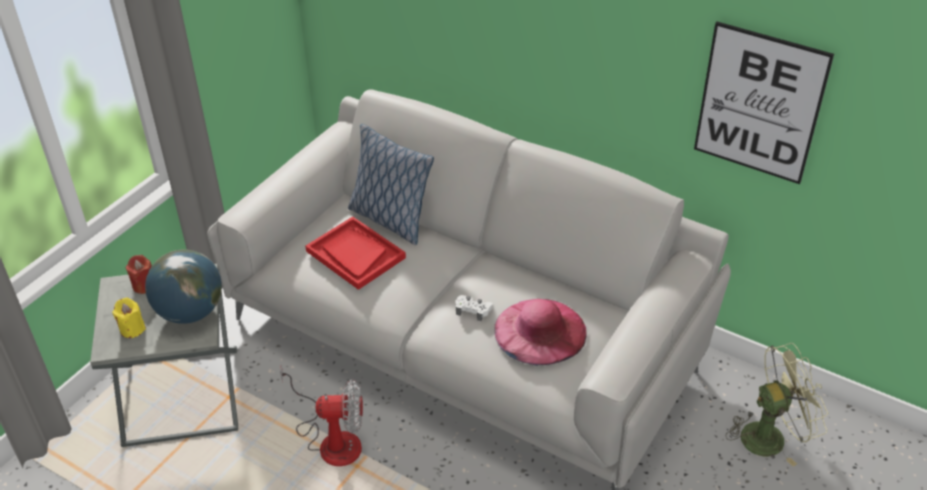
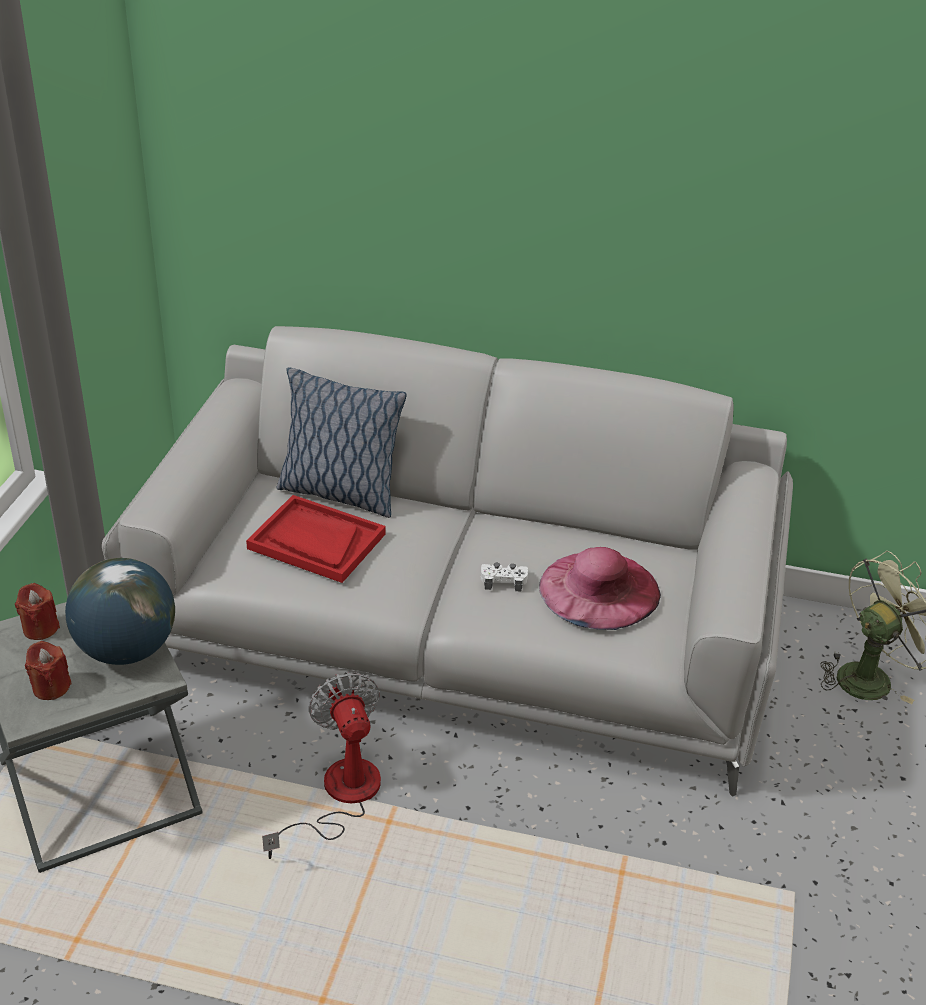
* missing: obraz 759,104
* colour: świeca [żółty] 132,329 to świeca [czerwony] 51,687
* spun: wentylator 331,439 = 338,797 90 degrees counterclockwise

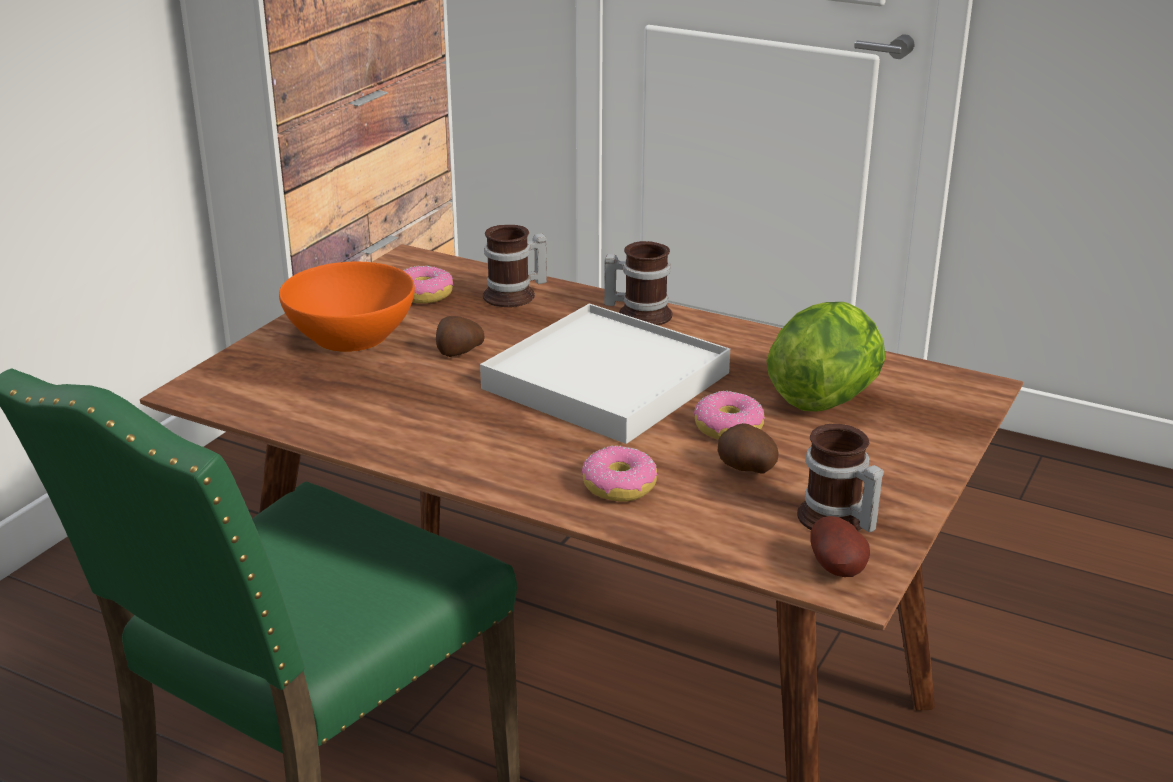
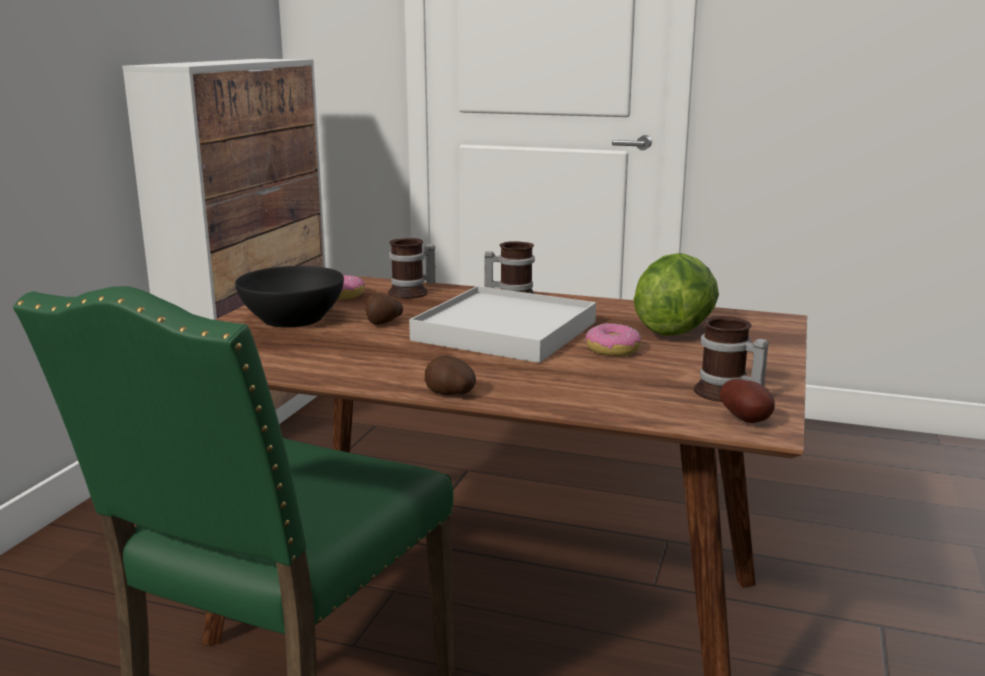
* missing: donut 618,486
* relocated: ziemniak 746,469 to 449,394
* colour: miska [pomarańczowy] 351,335 to miska [czarny] 293,318

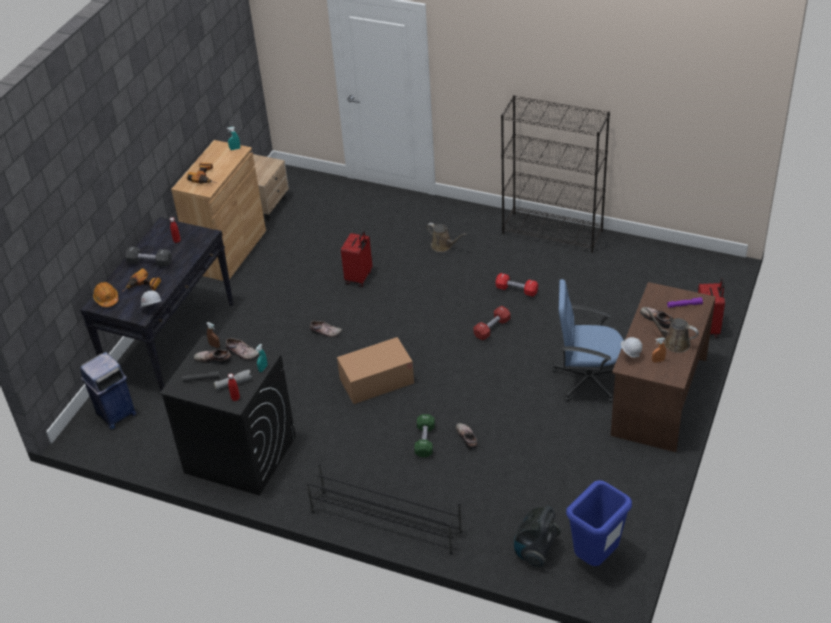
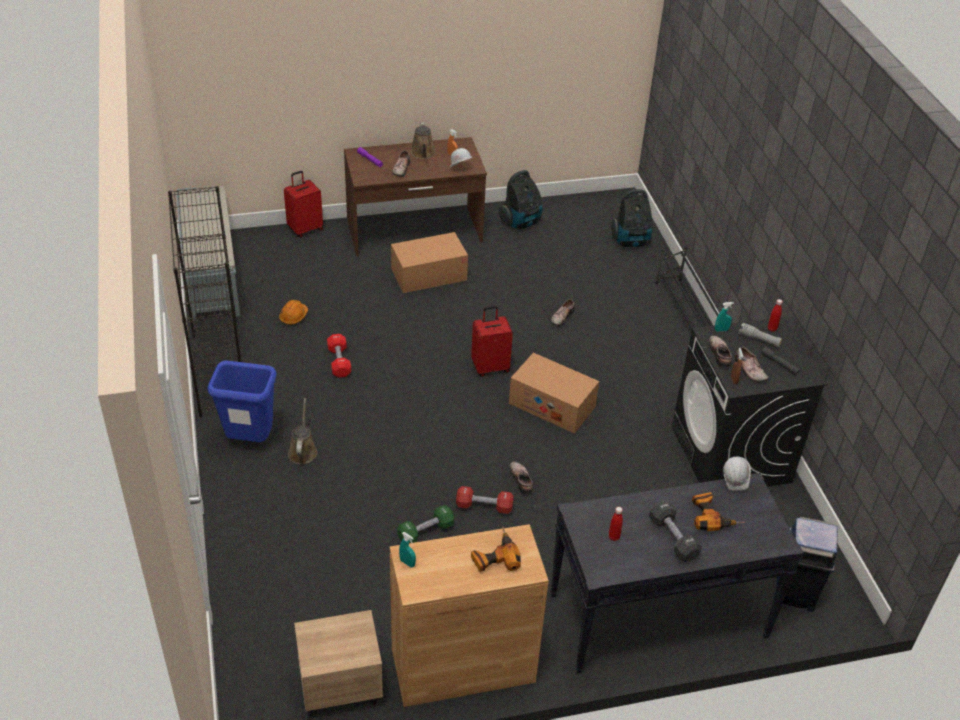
* appeared: ławka [szary] 211,274
* appeared: odkurzacz 521,222
* relocated: kask [pomarańczowy] 106,299 to 293,316
* relocated: walizka [czerwony] 359,278 to 490,367
* relocated: hantel [zielony] 425,441 to 425,531
* relocated: hantel [czerwony] 492,328 to 484,506
* relocated: kosz na śmieci [niebieski] 595,558 to 251,441
* exchanged: krzesło biurowe [niebieski] 587,379 to karton 429,274

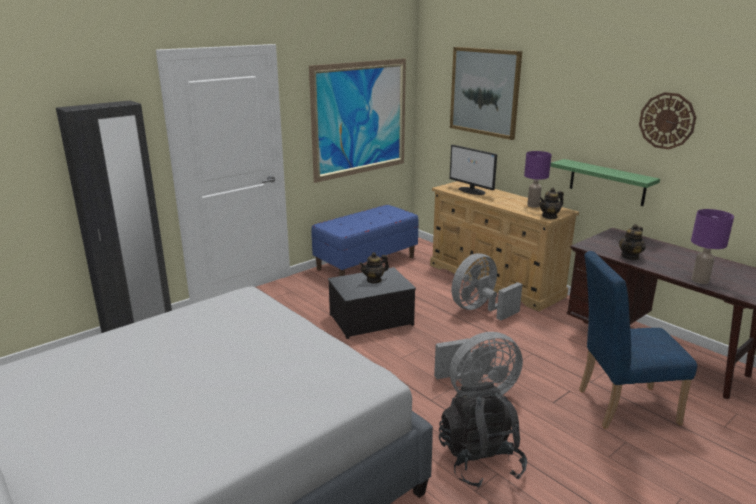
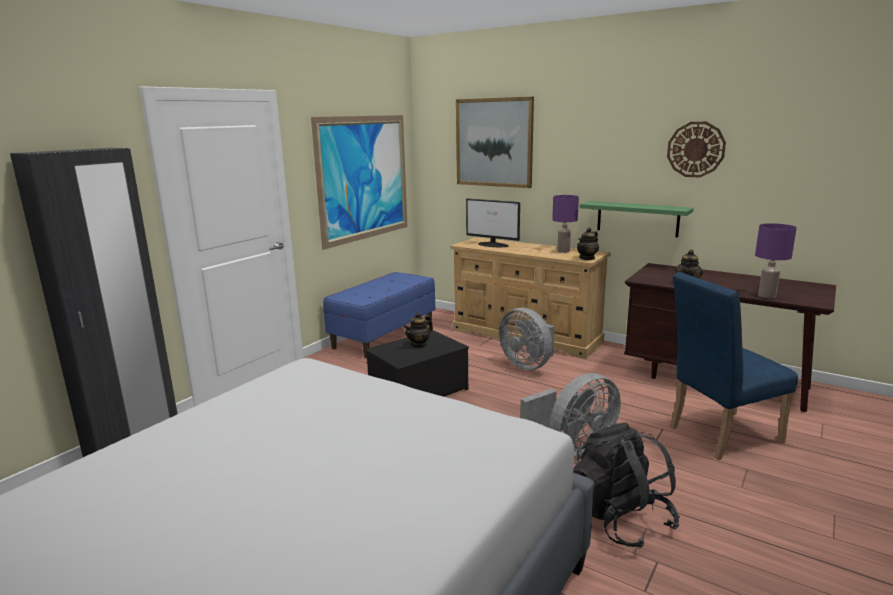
* spun: wentylator [szary] 480,310 = 528,365 75 degrees counterclockwise

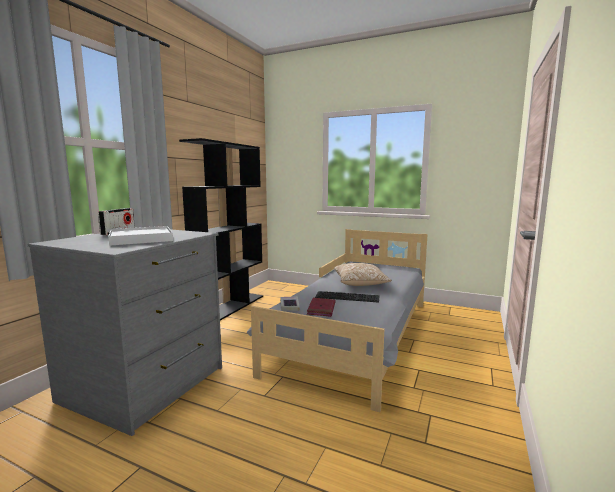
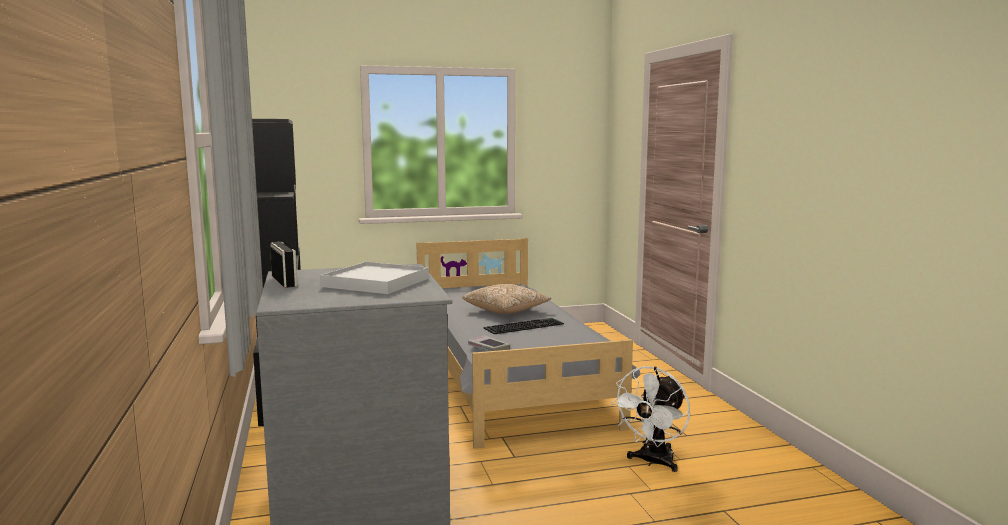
* missing: książka [czerwony] 321,309
* appeared: wentylator [biały] 653,462

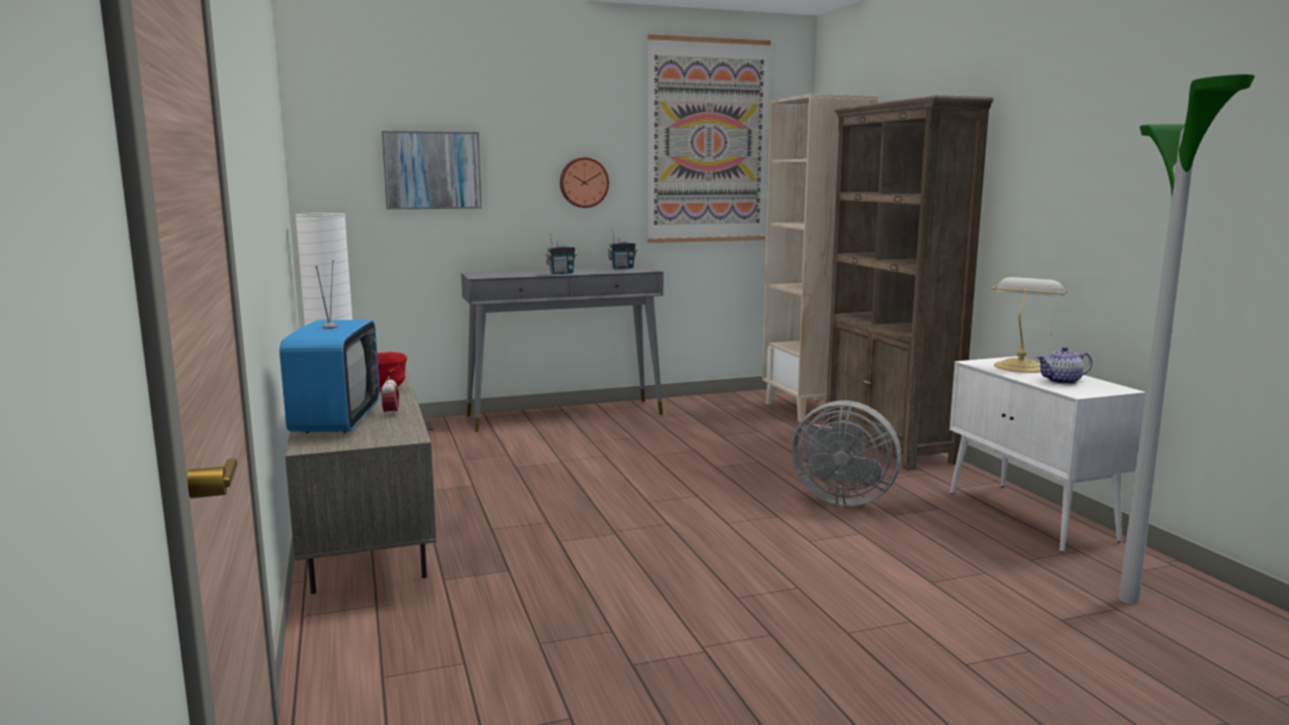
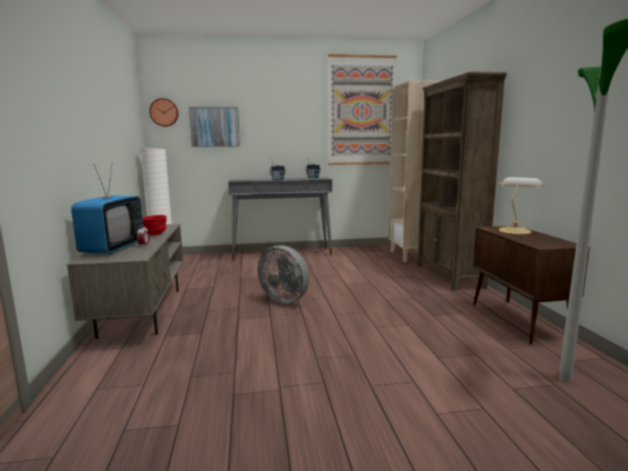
* missing: imbryk 1062,381
* relocated: zegar ścienny 583,182 to 164,112
* relocated: wentylator [szary] 841,499 to 286,299
* colour: szafka [biały] 1031,516 to szafka [brązowy] 518,321

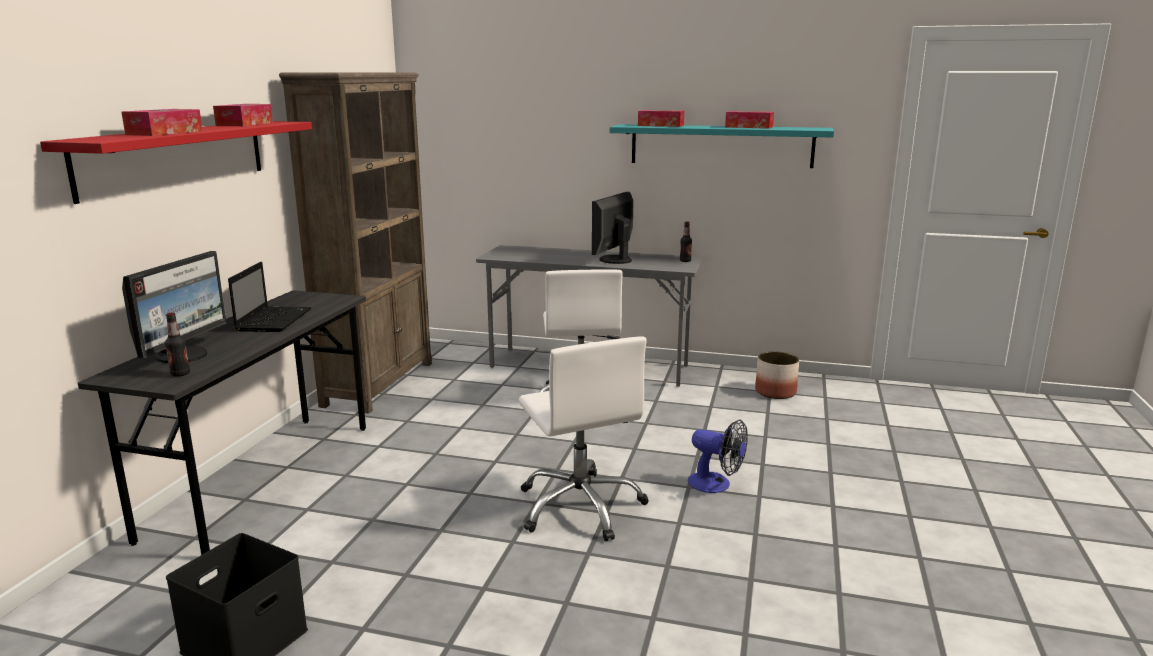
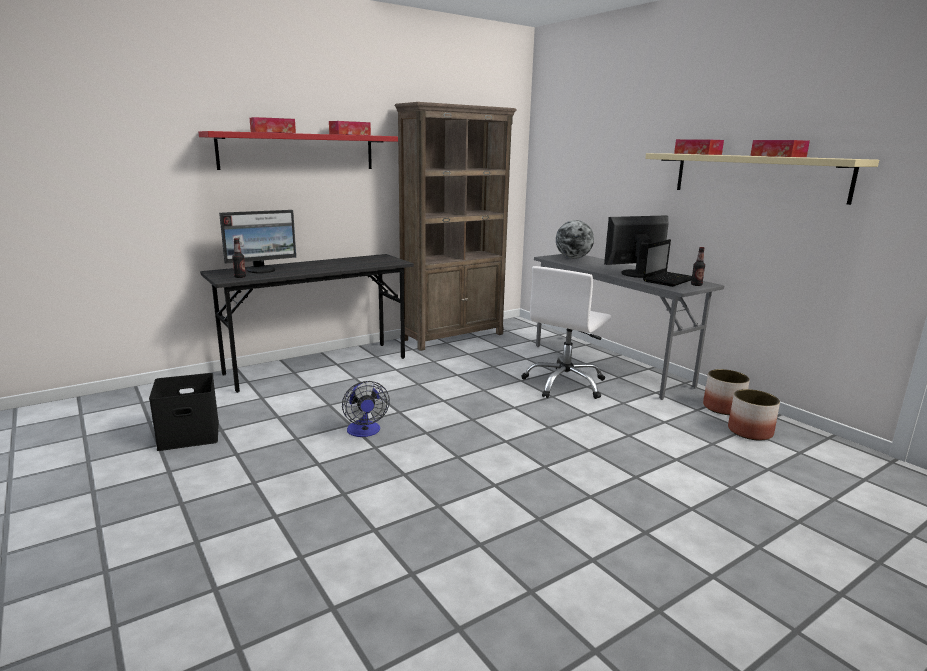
* missing: krzesło biurowe [biały] 581,506
* appeared: globus 573,258
* appeared: donica 723,408
* relocated: laptop 274,320 to 669,280
* relocated: wentylator 716,484 to 364,432
* colour: półka [turkusowy] 721,145 to półka [beżowy] 757,176

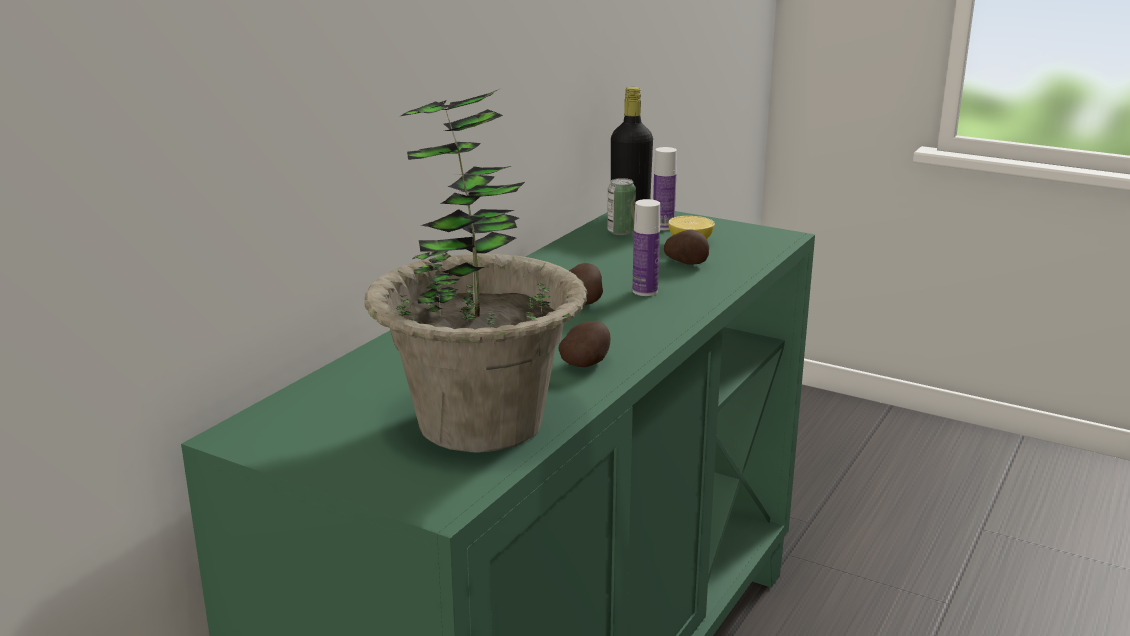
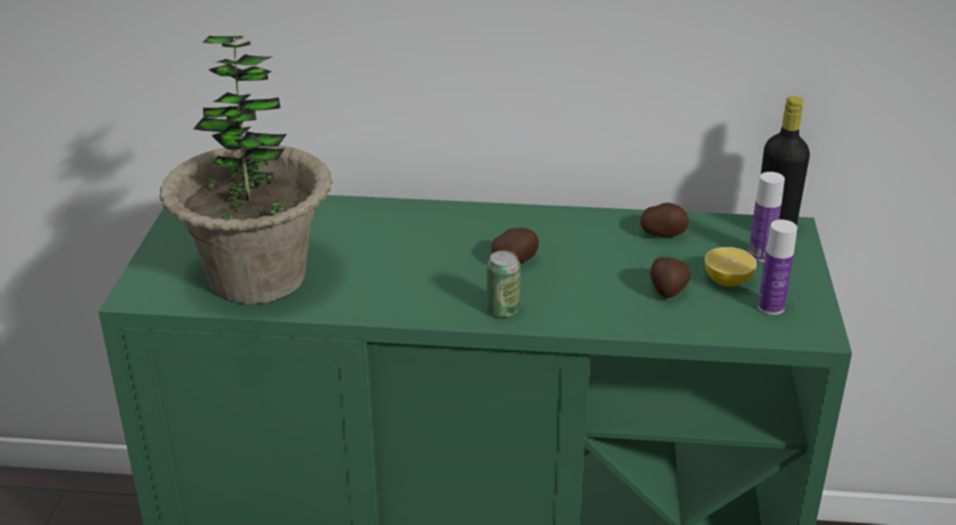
* relocated: ziemniak 587,364 to 663,234
* relocated: puszka 620,232 to 503,310
* relocated: butelka 645,291 to 770,307

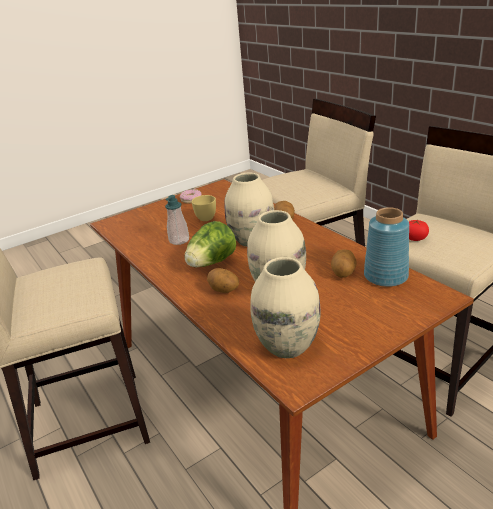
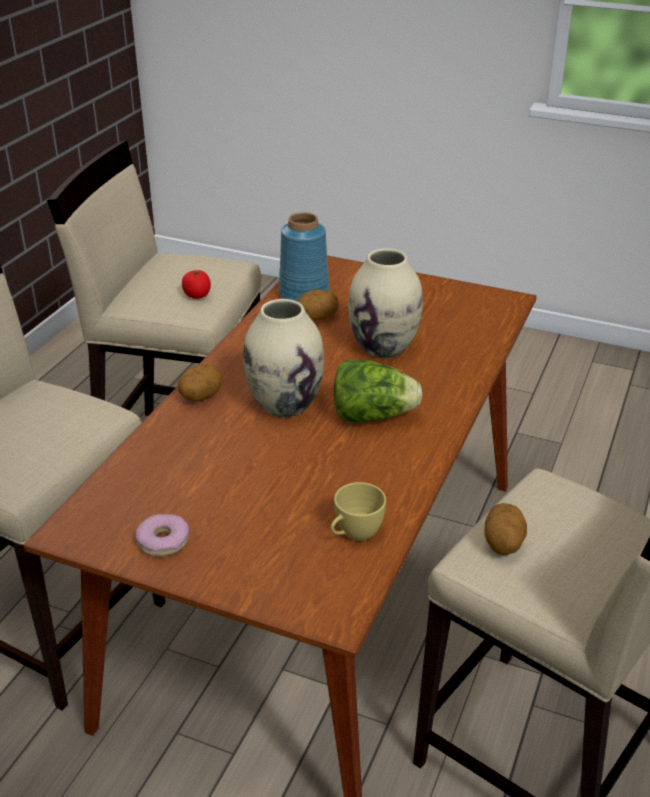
* missing: dozownik mydła 179,240
* missing: wazon [beżowy] 286,346
* relocated: filiżanka [żółty] 205,217 to 354,534
* relocated: ziemniak 223,291 to 503,544

